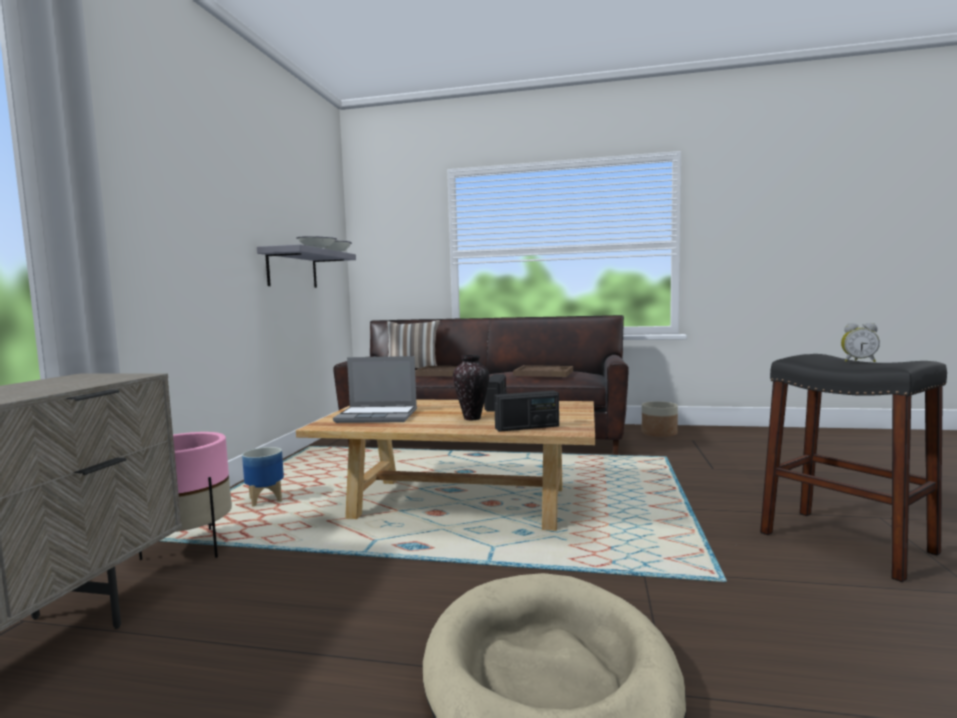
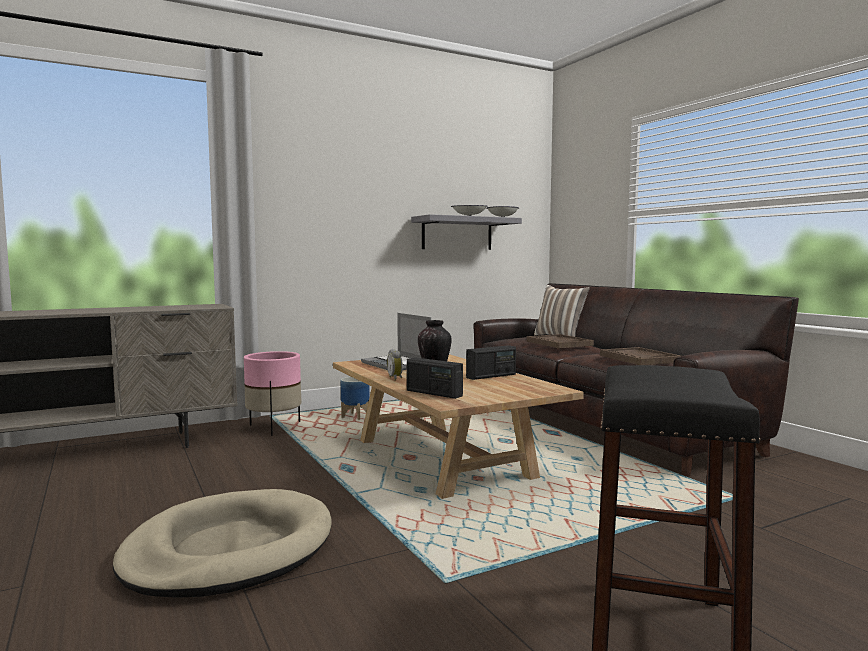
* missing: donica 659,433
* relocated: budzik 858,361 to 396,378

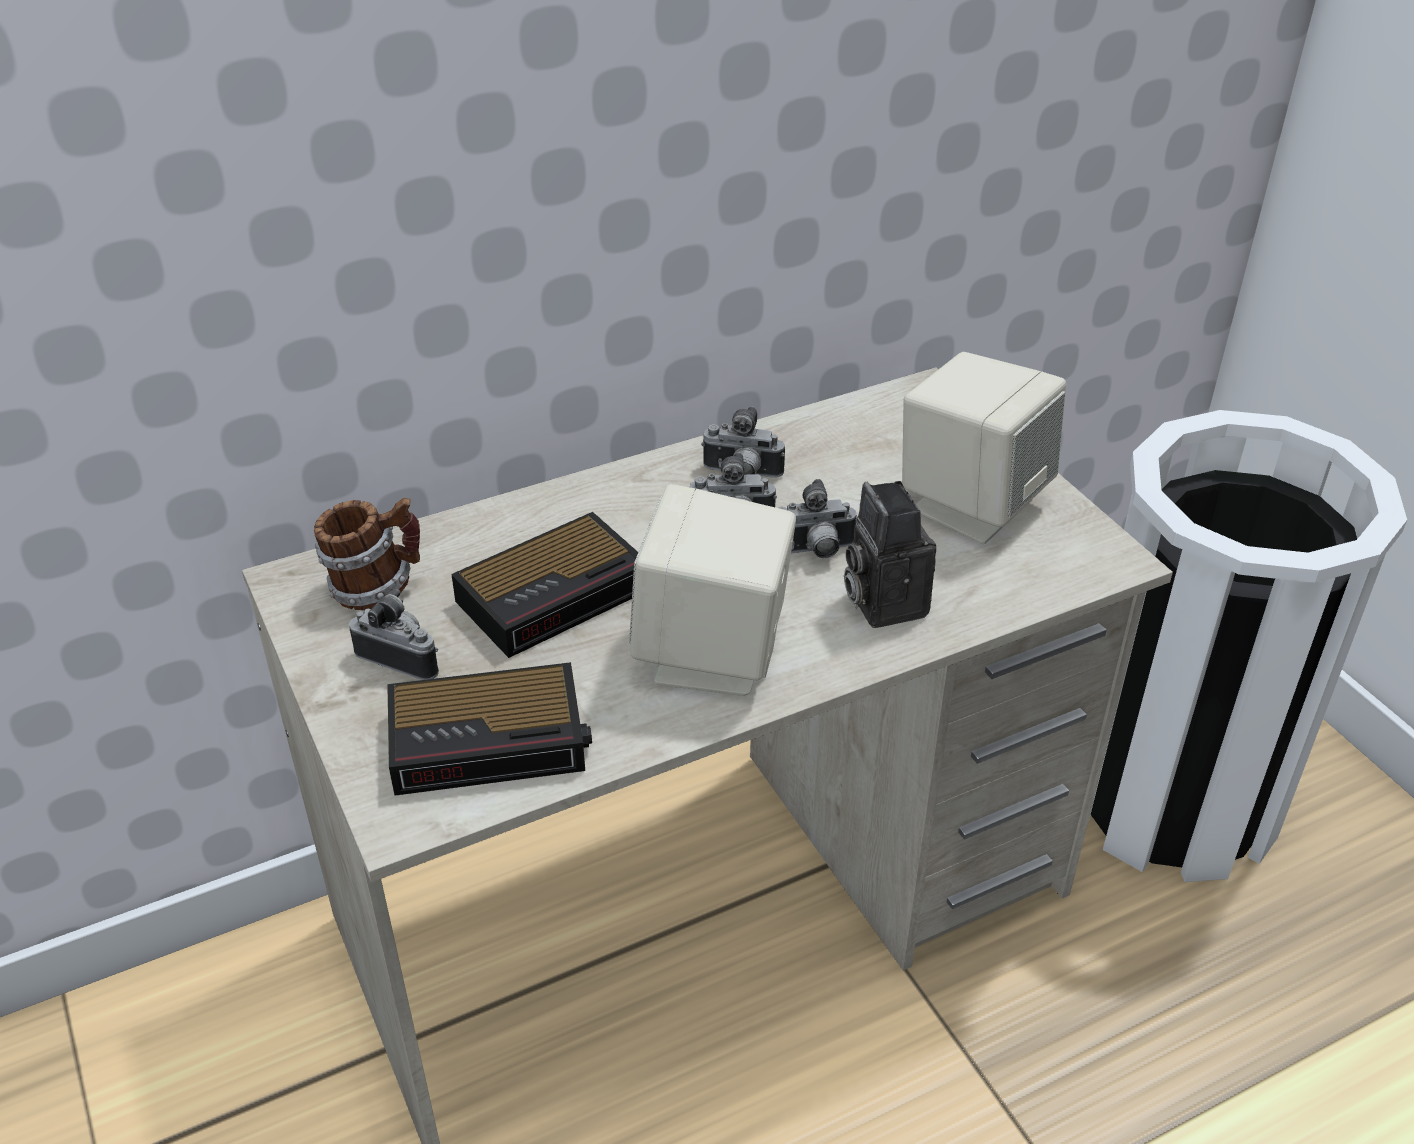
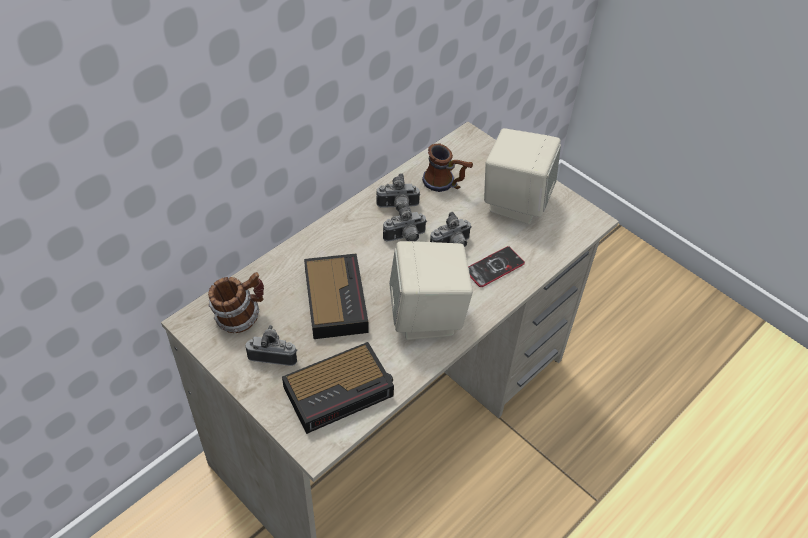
* missing: kosz na śmieci [biały] 1171,798
* appeared: kubek 446,184
* exchanged: aparat fotograficzny 881,601 to telefon 494,267
* spun: budzik 557,593 = 335,299 45 degrees counterclockwise

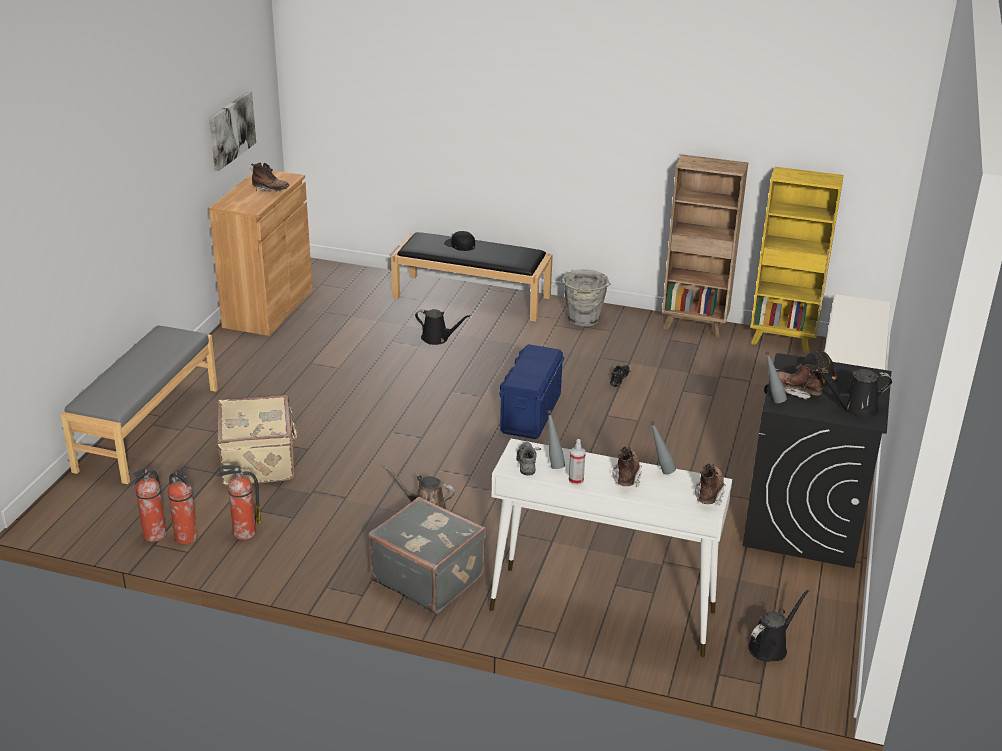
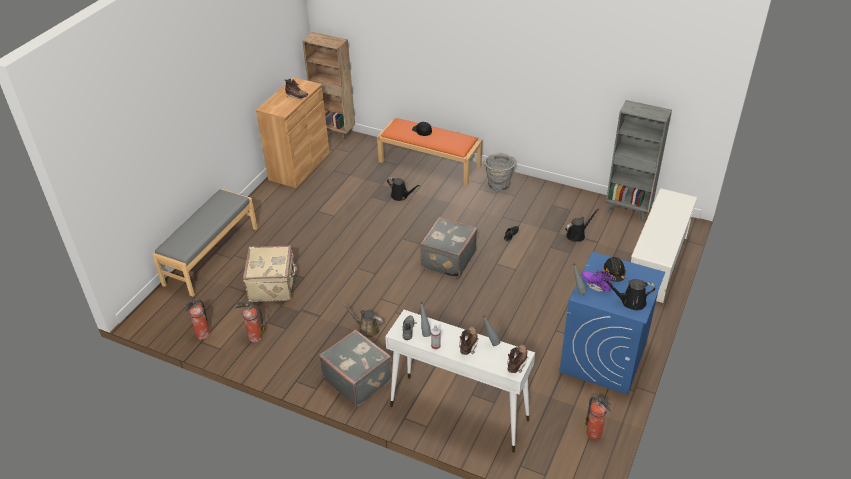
* missing: obraz 231,130
* relocated: gaśnica 187,537 to 594,433
* relocated: regał [brązowy] 694,326 to 335,133
* relocated: konewka [czarny] 770,647 to 577,235
* exchanged: pojemnik do przechowywania [niebieski] 530,414 to walizka [szary] 447,260
* colour: ławka [czarny] 472,297 to ławka [pomarańczowy] 430,163
* colour: pralka [czarny] 803,523 to pralka [niebieski] 603,358
* colour: regał [żółty] 783,341 to regał [szary] 628,210
* colour: but z cholewką [brązowy] 796,391 to but z cholewką [fioletowy] 595,285

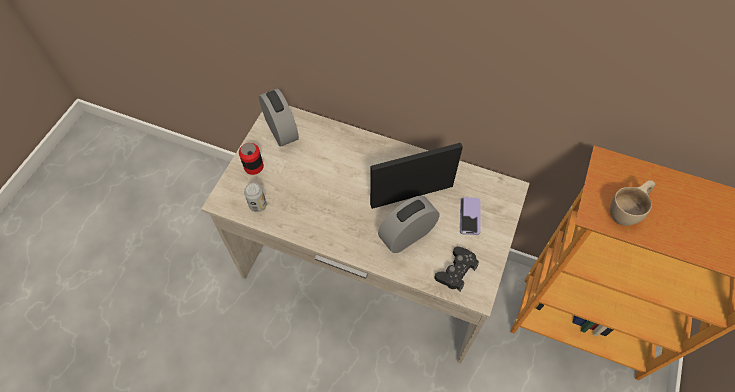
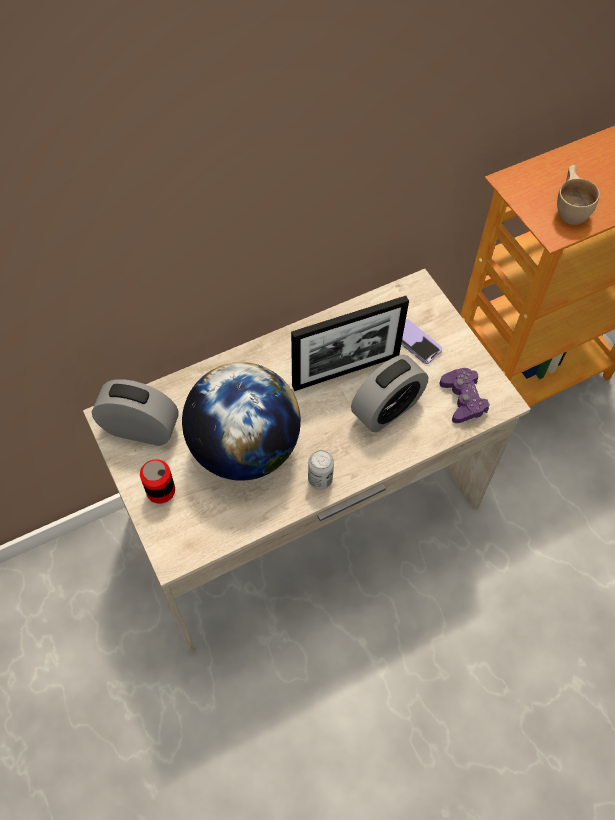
* appeared: globus 244,448
* relocated: puszka 258,205 to 320,479
* colour: pad do gier [czarny] 456,271 to pad do gier [fioletowy] 463,399
* spun: ramka na zdjęcie 411,195 = 346,371 135 degrees counterclockwise
* spun: budzik 407,235 = 387,409 135 degrees counterclockwise

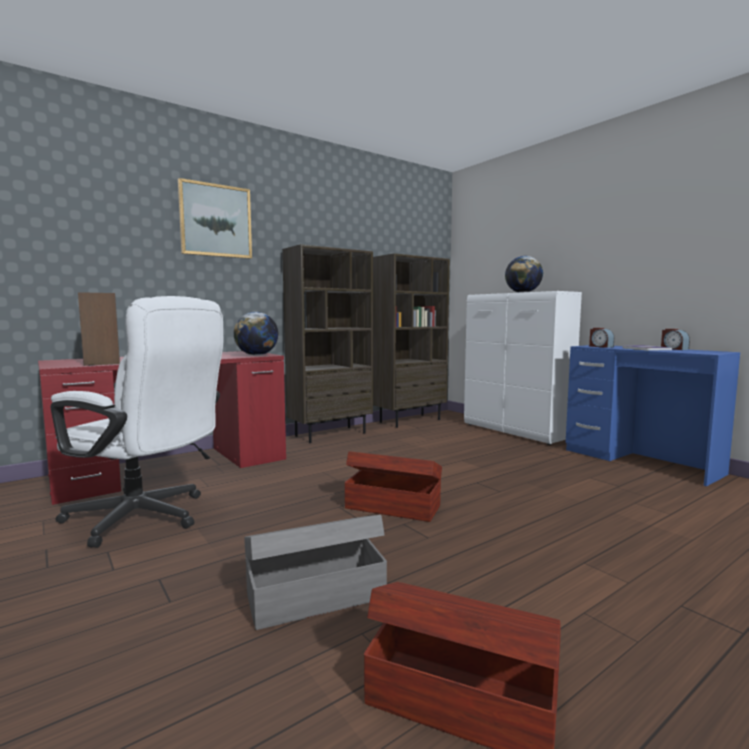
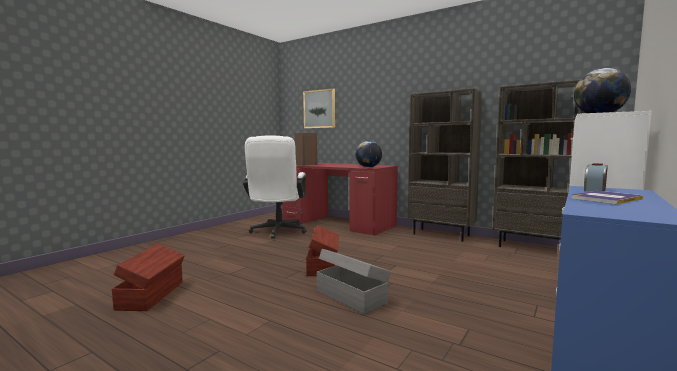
* missing: budzik 673,349
* relocated: obraz 215,221 to 319,109
* relocated: pojemnik do przechowywania [szary] 314,595 to 351,296

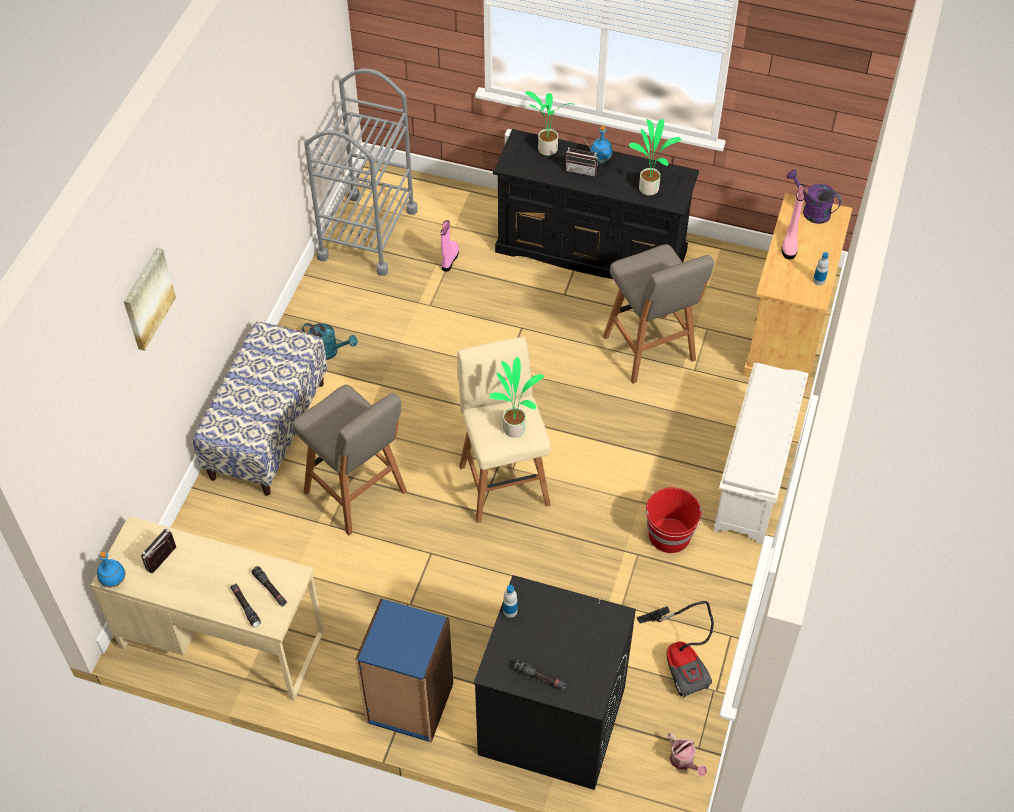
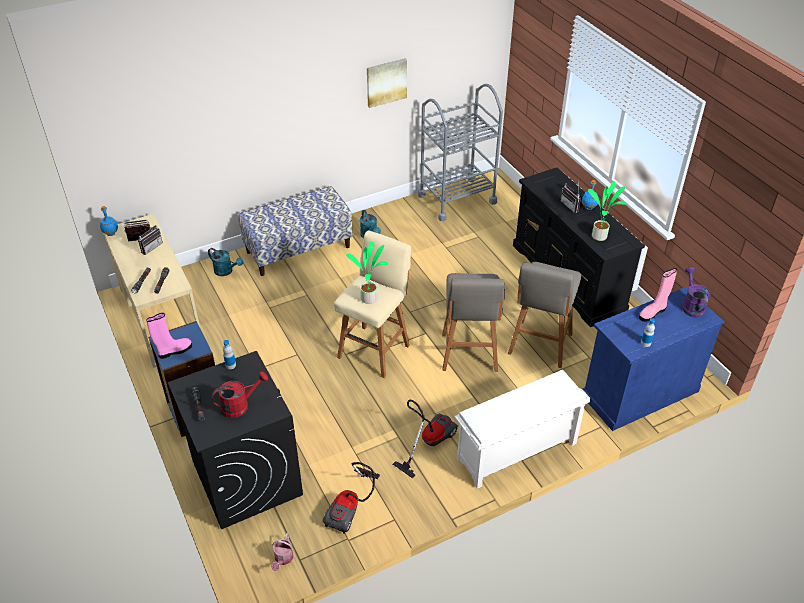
* missing: roślina doniczkowa 546,149
* appeared: radio 150,247
* appeared: konewka [turkusowy] 226,271
* appeared: konewka [czerwony] 240,405
* relocated: obraz 147,298 to 386,82
* relocated: stołek [szary] 357,494 to 469,354
* relocated: but z cholewką [różowy] 449,259 to 174,351
* exchanged: wiadro [czerwony] 670,536 to odkurzacz 428,442
* colour: szafka [beżowy] 786,332 to szafka [niebieski] 639,393

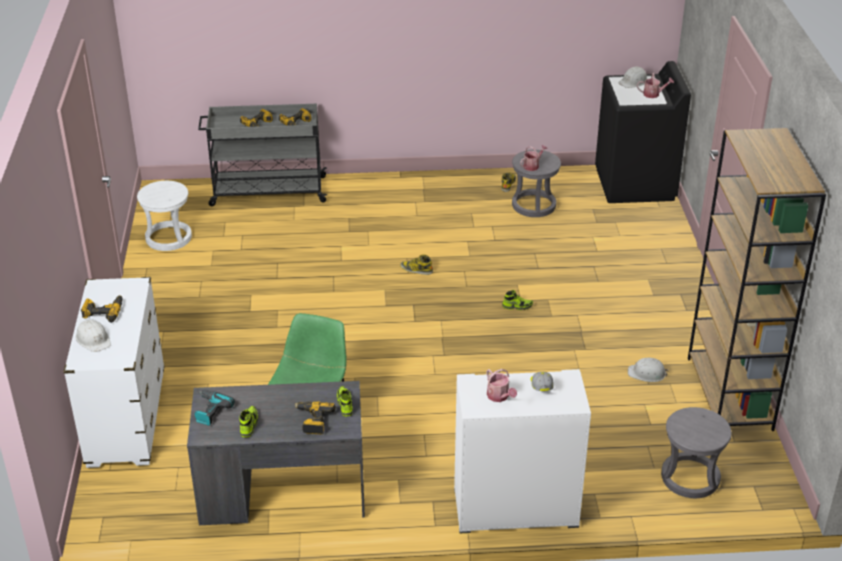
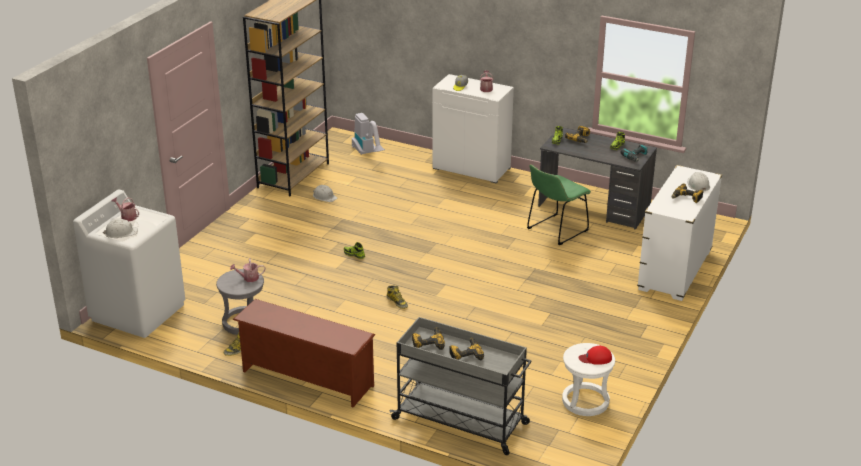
* appeared: regał na buty [brązowy] 306,379
* appeared: czapka z daszkiem [czerwony] 595,358
* exchanged: stołek [szary] 690,478 to odkurzacz 368,153
* colour: pralka [czarny] 635,184 to pralka [biały] 138,312

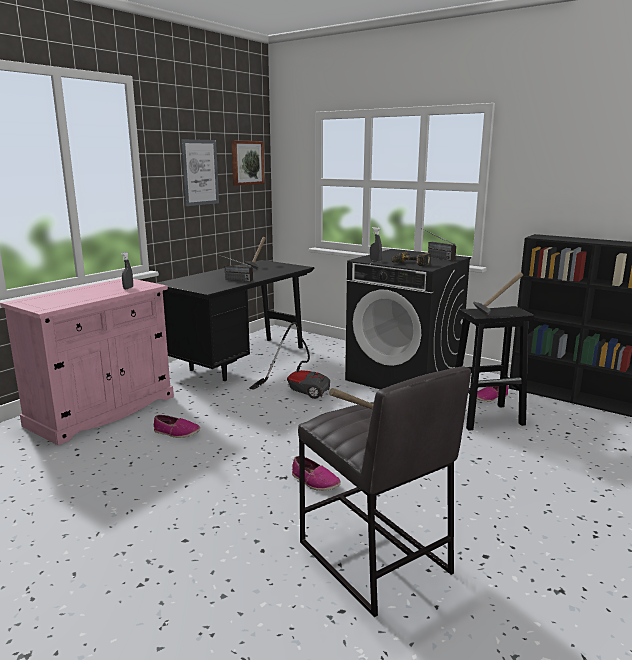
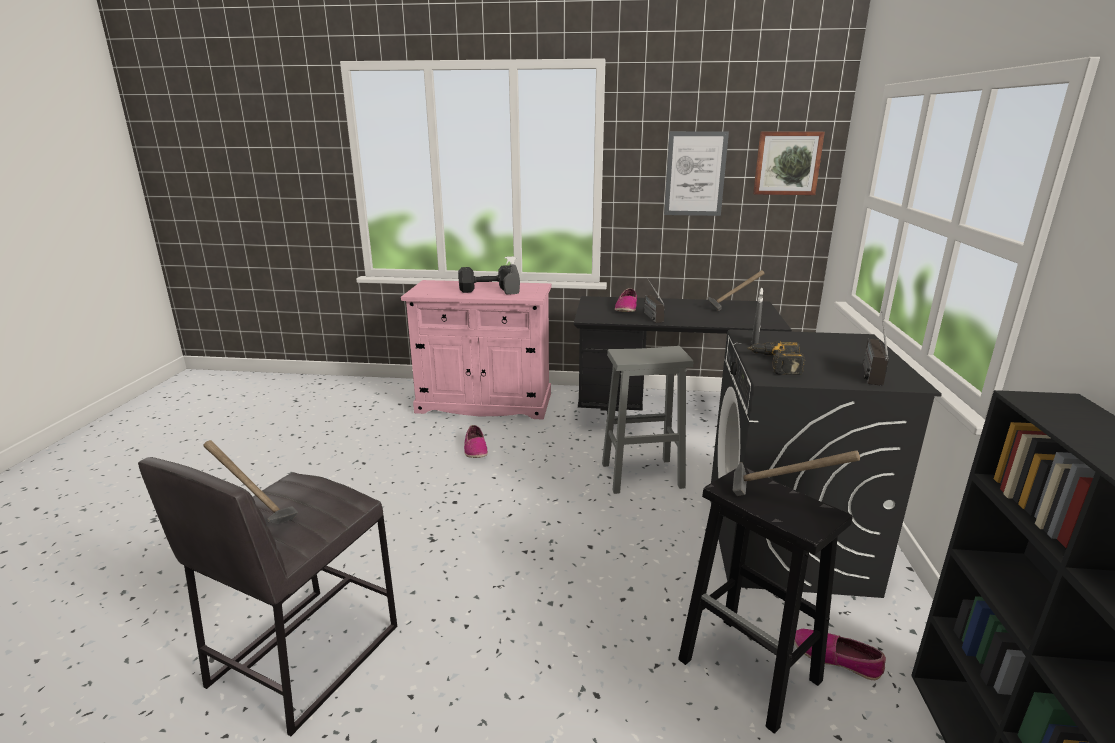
* appeared: hantel [czarny] 488,290
* relocated: but 314,481 to 626,308
* exchanged: odkurzacz 298,389 to stołek [szary] 640,476

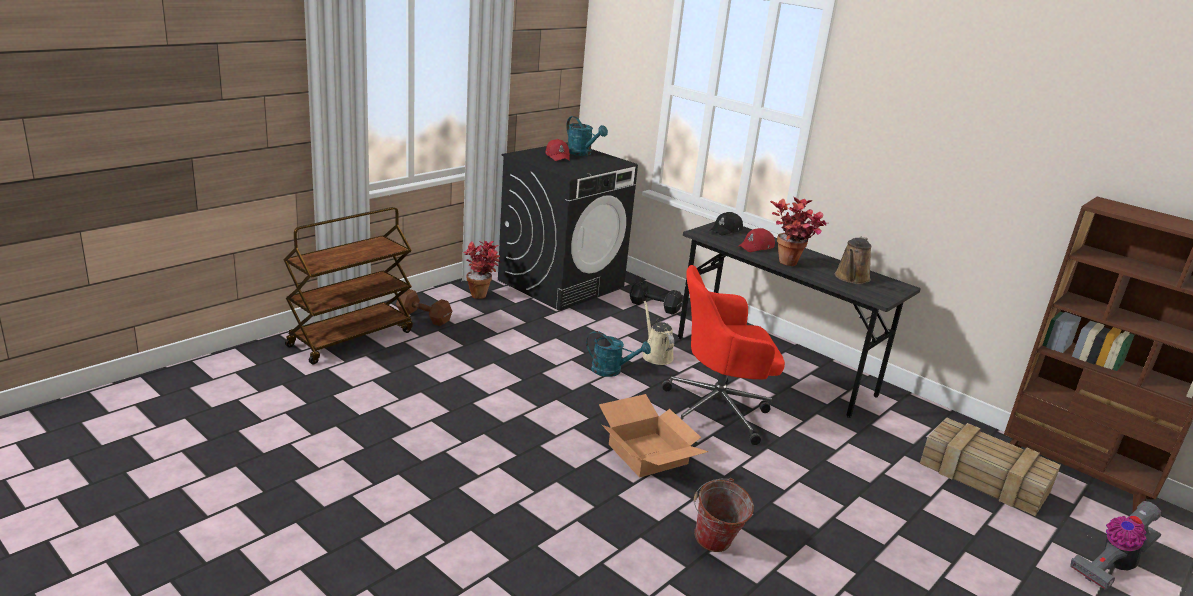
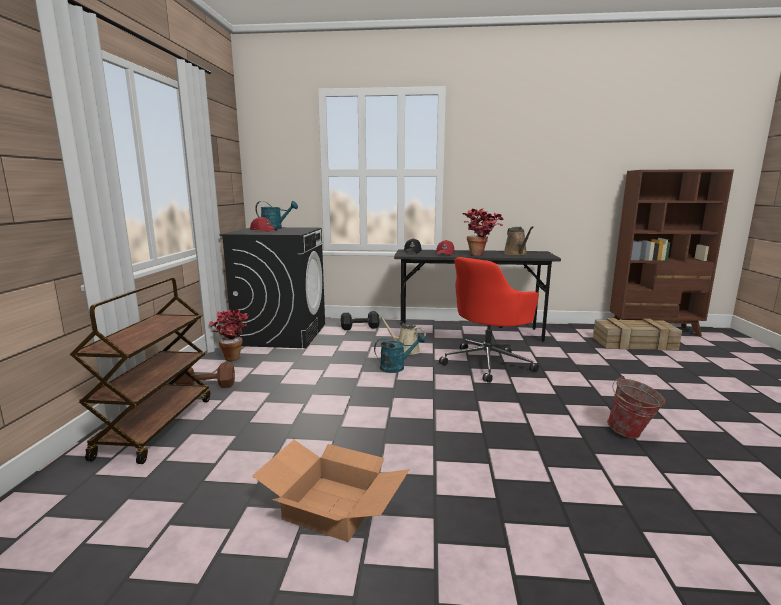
* missing: odkurzacz 1112,565
* relocated: karton 646,454 to 331,507

